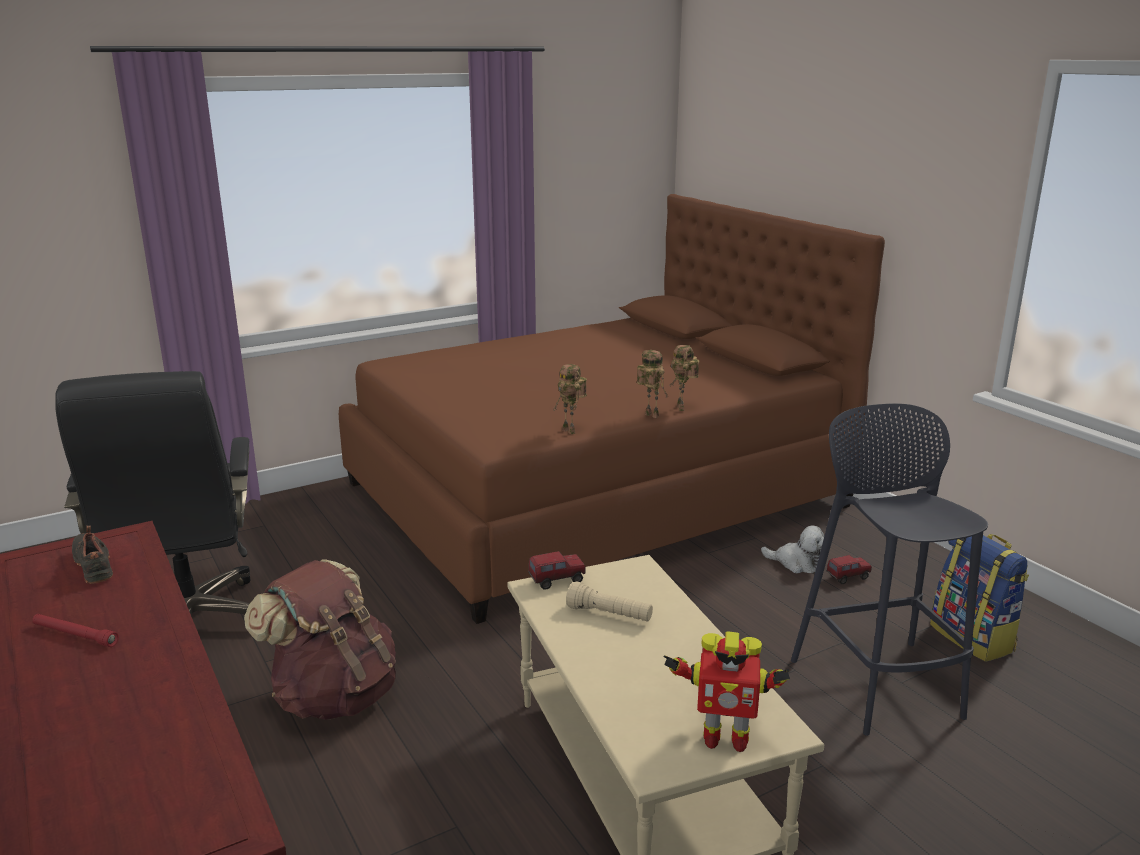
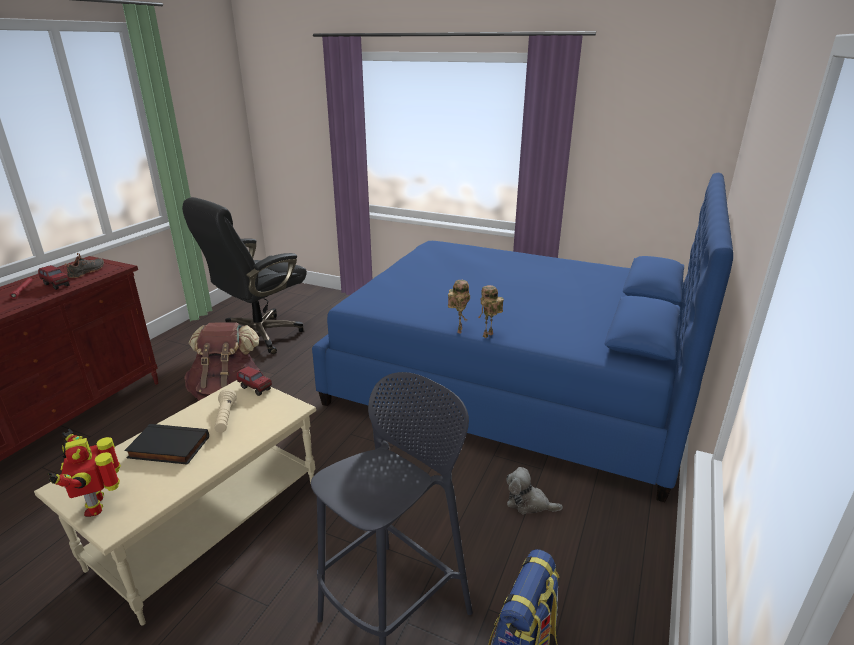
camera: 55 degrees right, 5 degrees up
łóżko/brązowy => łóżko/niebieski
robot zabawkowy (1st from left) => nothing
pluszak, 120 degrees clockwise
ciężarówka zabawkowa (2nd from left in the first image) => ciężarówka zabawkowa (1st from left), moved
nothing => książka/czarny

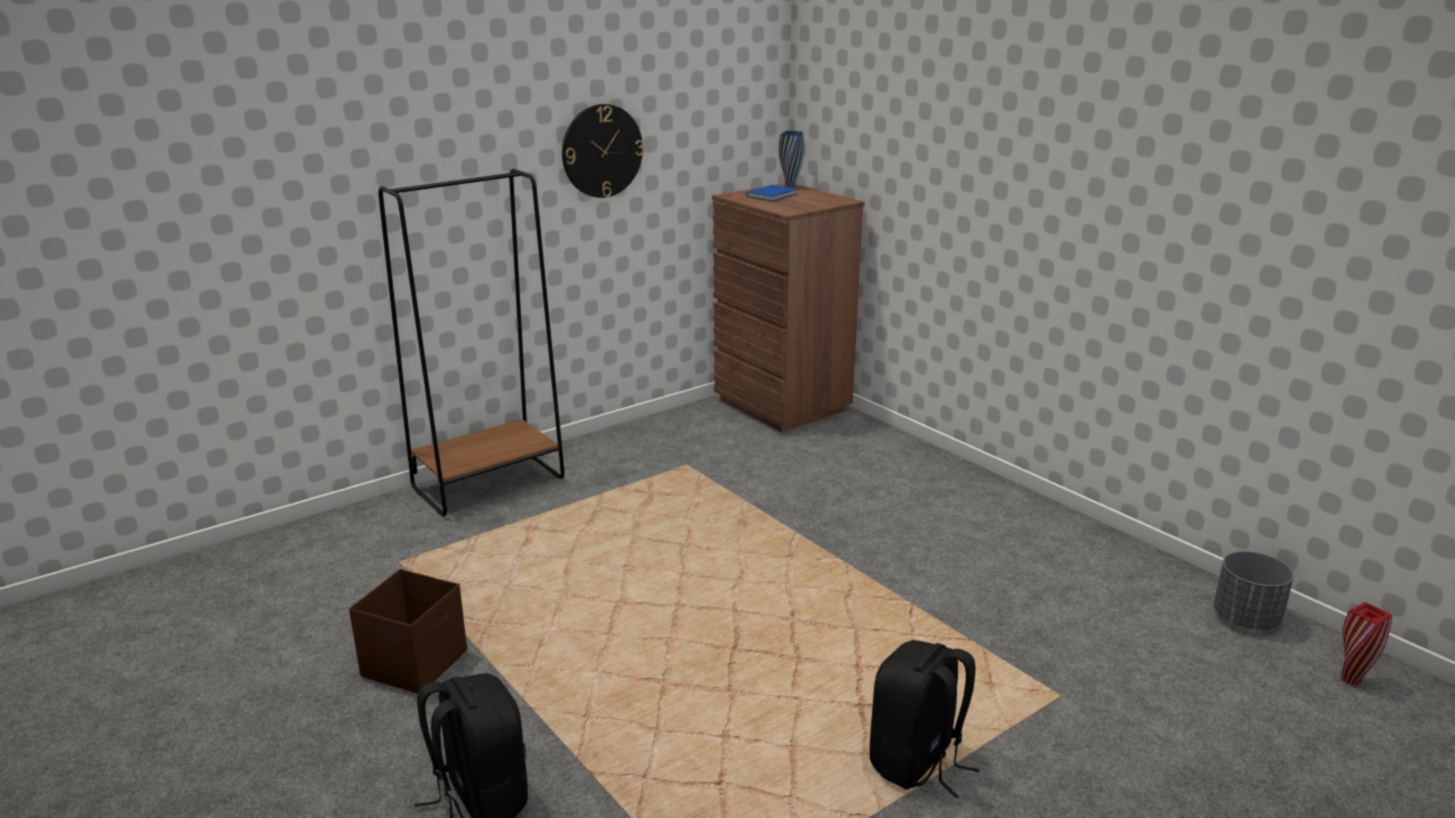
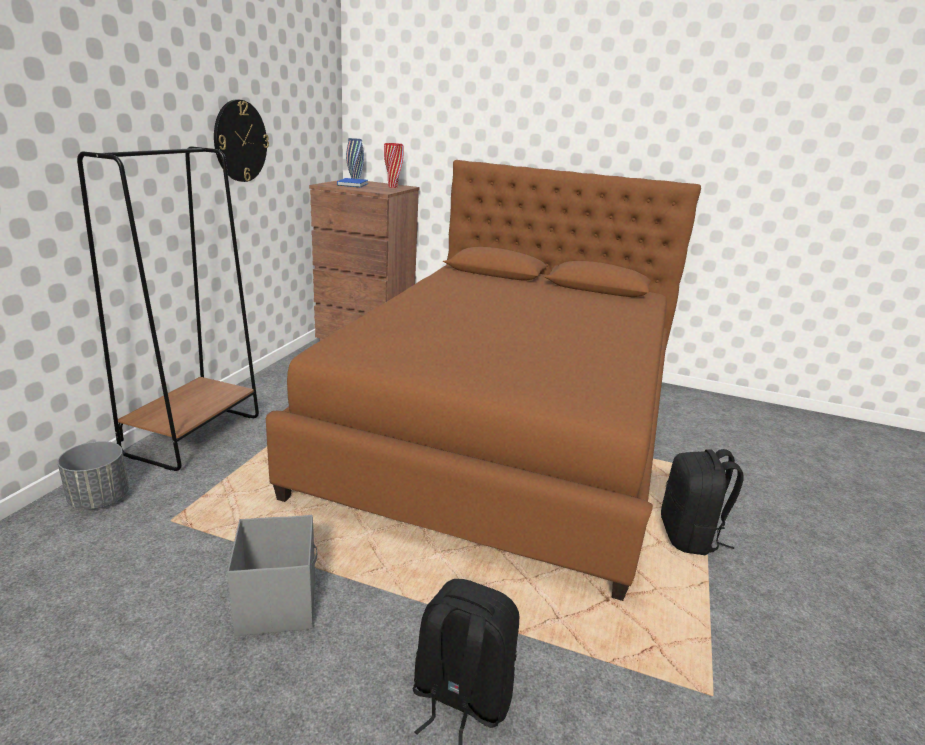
camera: 35 degrees left, 0 degrees up
pojemnik do przechowywania/brązowy => pojemnik do przechowywania/szary
donica/szary, moved
wazon/czerwony, moved
nothing => łóżko/brązowy

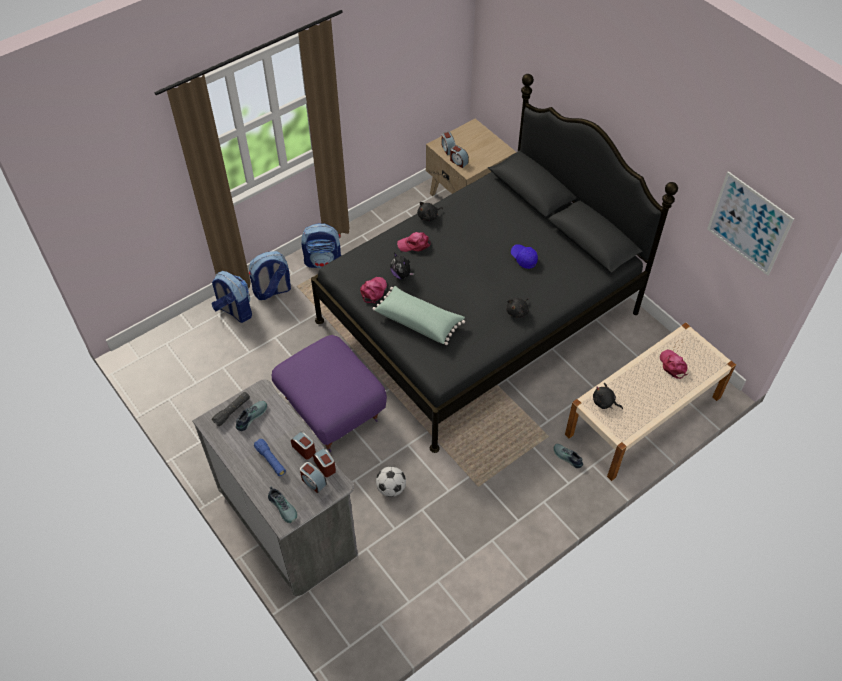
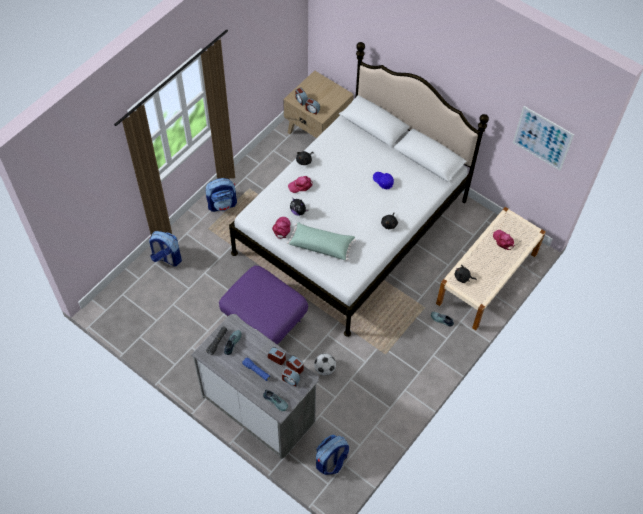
camera: 15 degrees left, 5 degrees up
plecak (2nd from left in the first image) => plecak (3rd from left), moved
łóżko/czarny => łóżko/biały

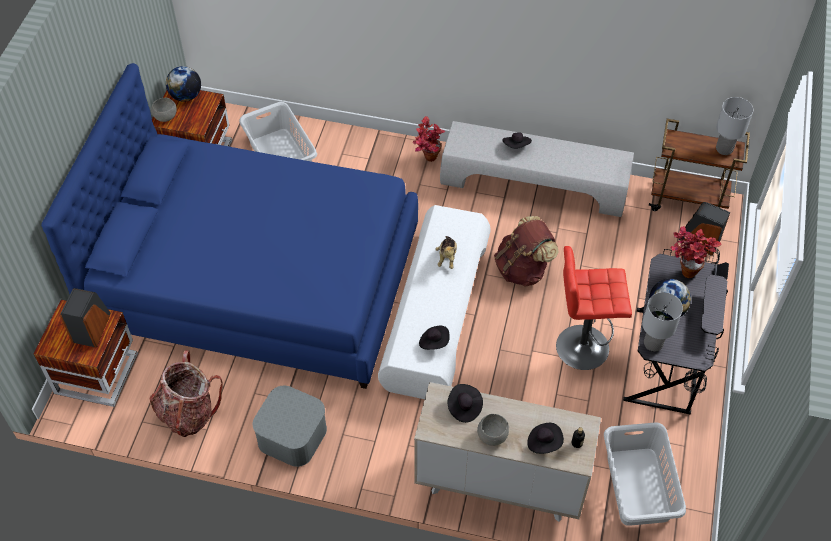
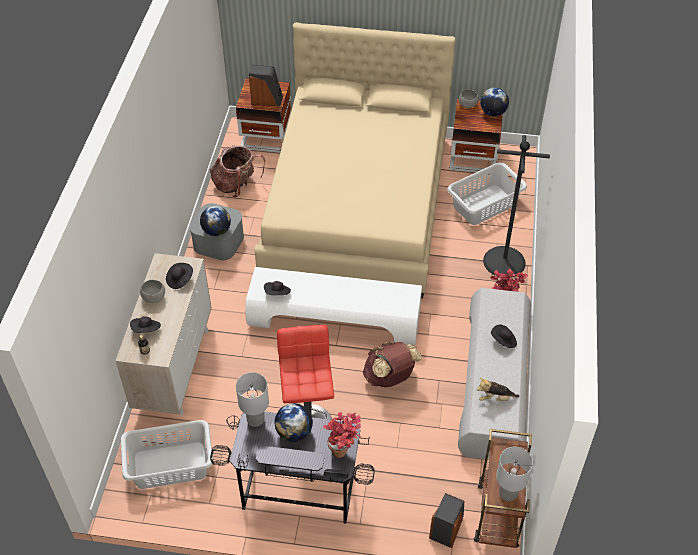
camera: 85 degrees right, 5 degrees down
łóżko/niebieski => łóżko/beżowy
pluszak, moved
nothing => globus (1st from left)
nothing => wieszak/czarny

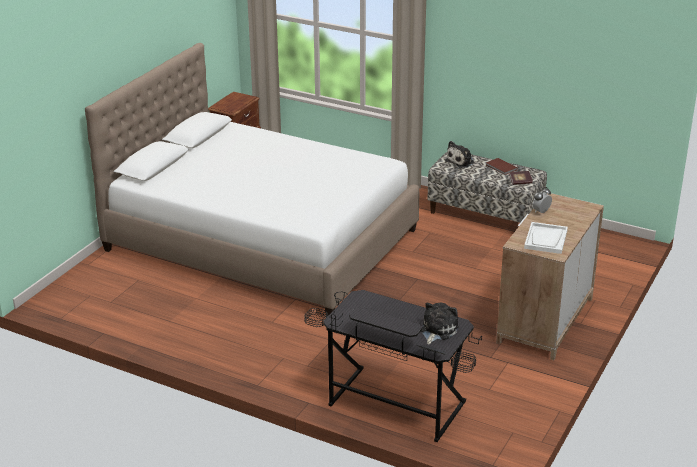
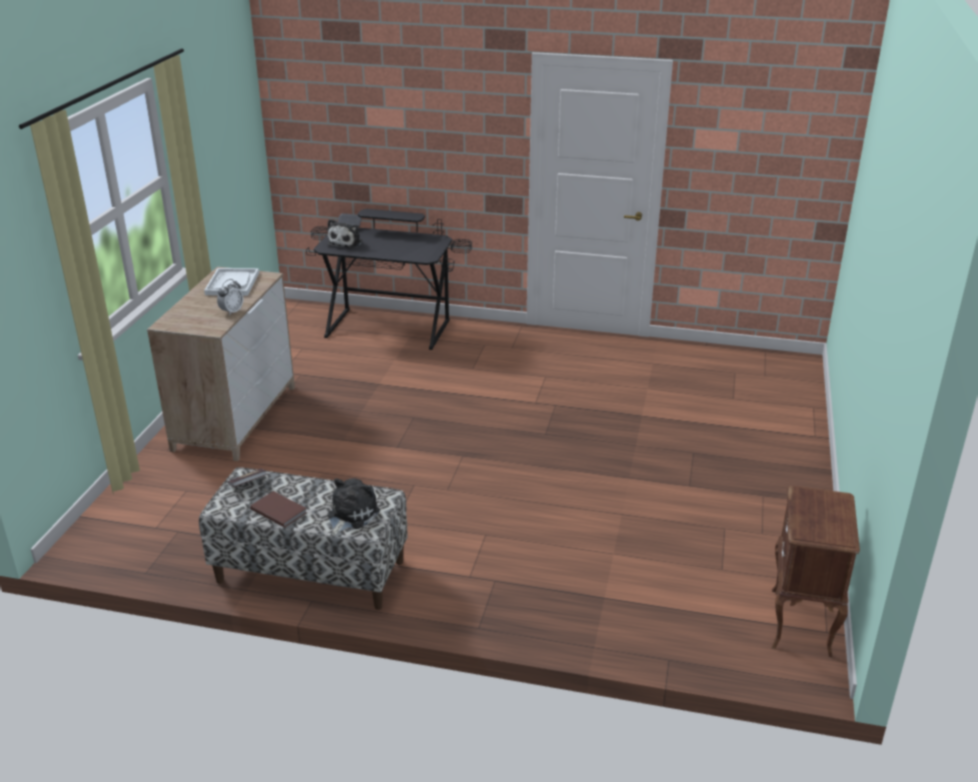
camera: 165 degrees right, 0 degrees up
łóżko/biały => nothing

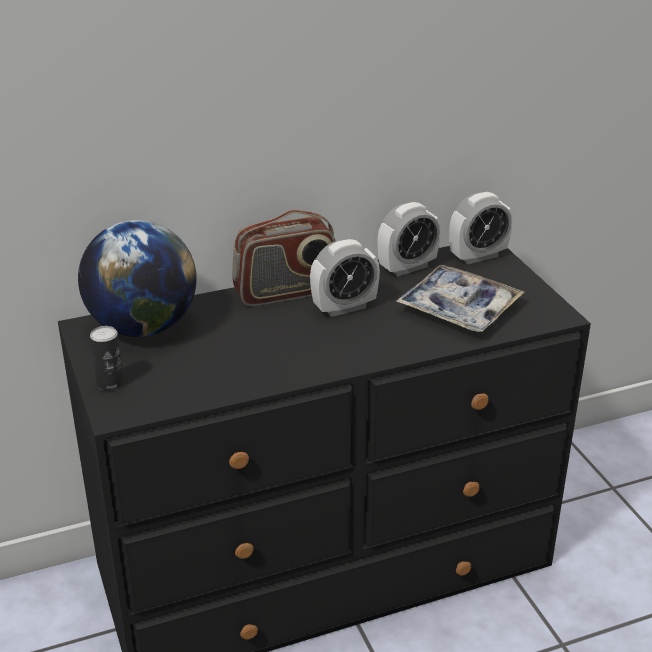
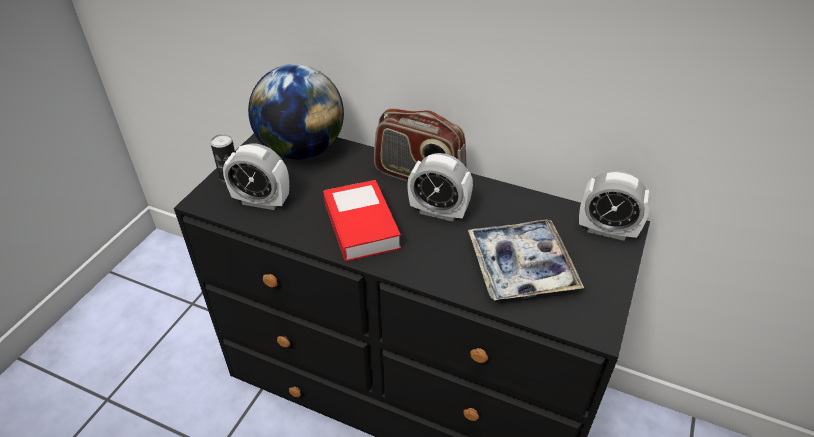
camera: 45 degrees right, 10 degrees up
budzik (2nd from left in the first image) => budzik (1st from left), moved
nothing => książka

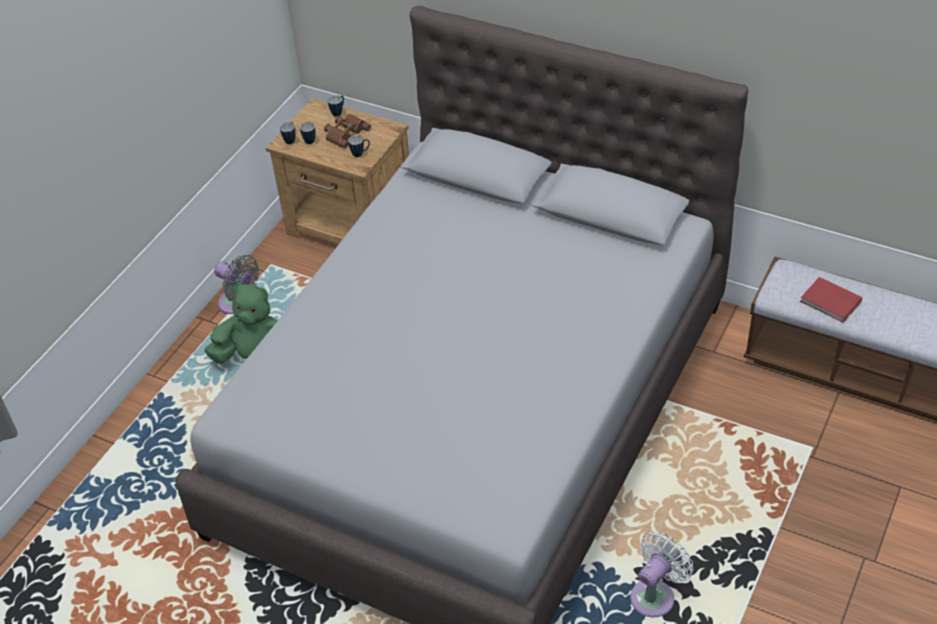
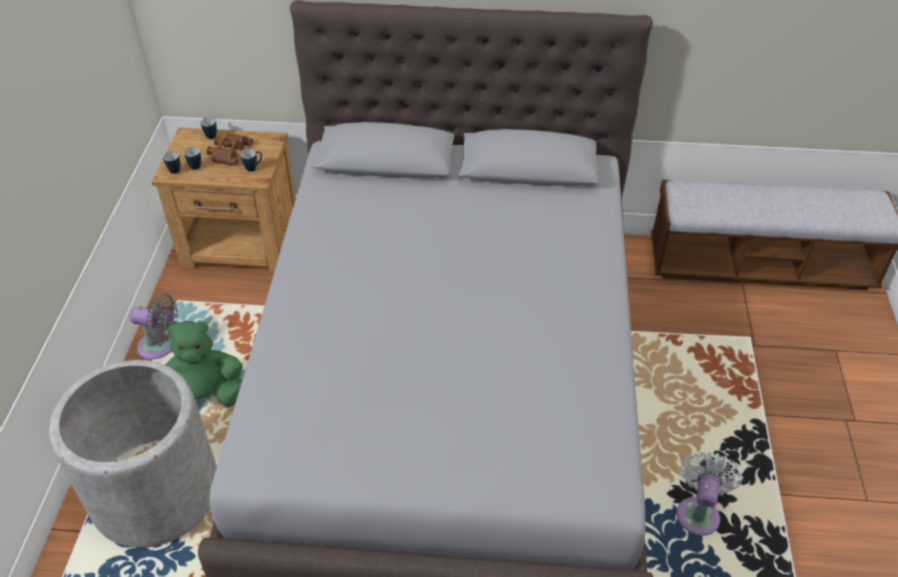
camera: 25 degrees left, 0 degrees up
książka/czerwony => nothing
nothing => donica/szary

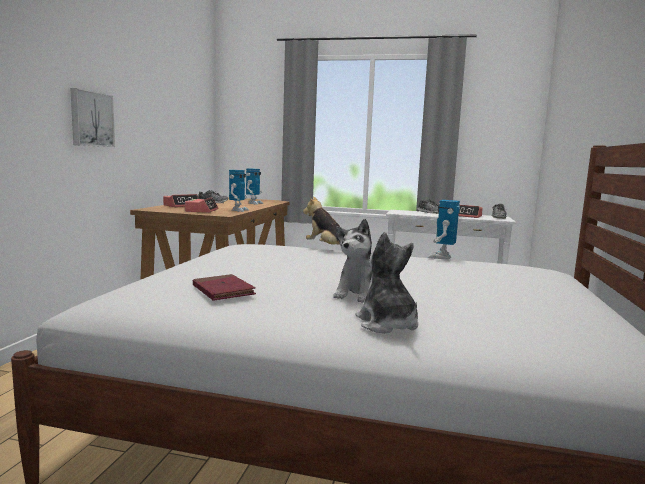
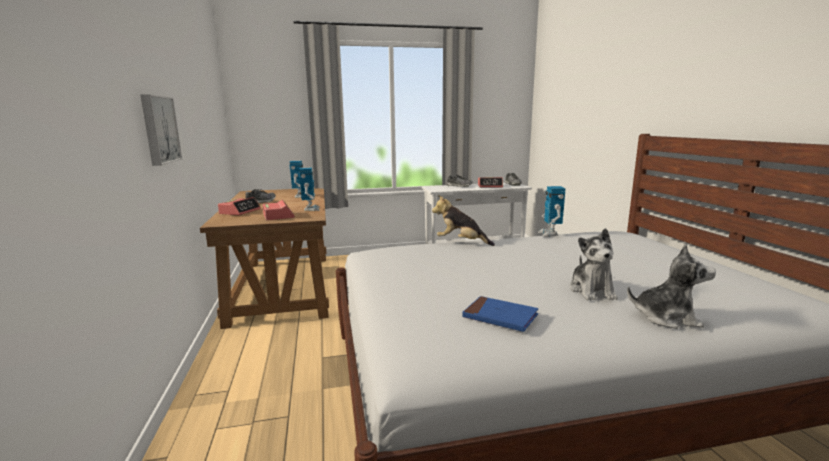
camera: 25 degrees left, 5 degrees up
książka/czerwony => książka/niebieski
pluszak (3rd from left), 150 degrees clockwise

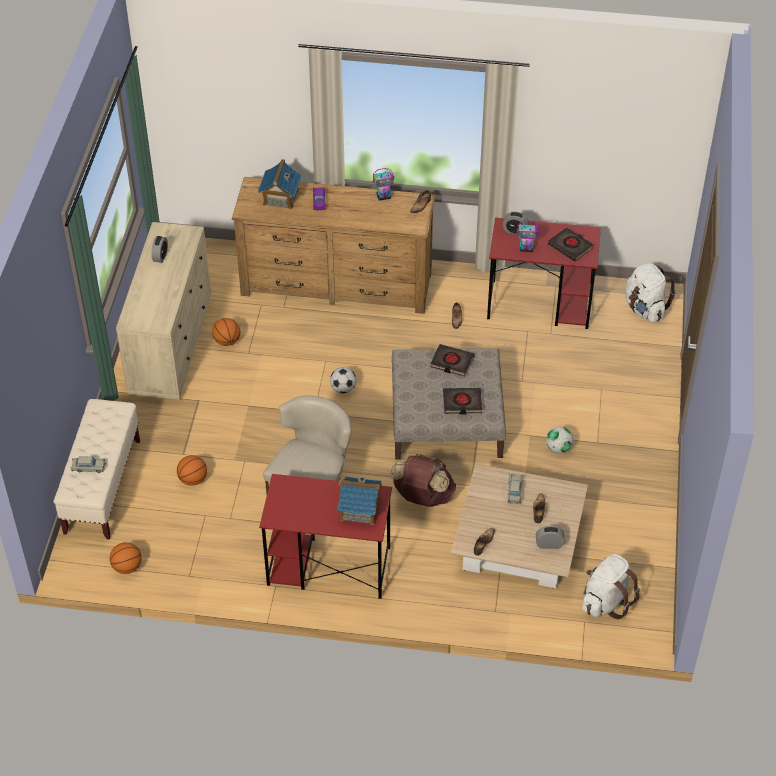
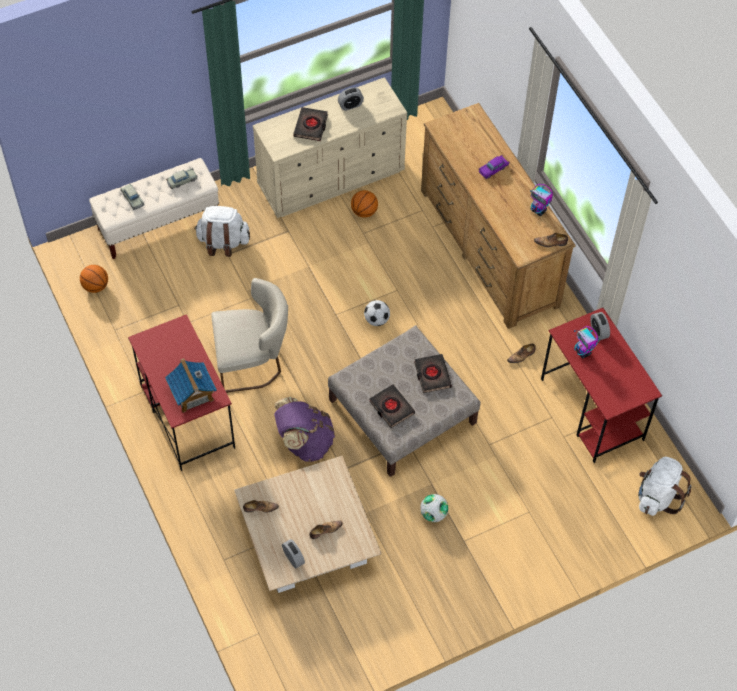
camera: 55 degrees right, 10 degrees up
piłka do koszykówki (2nd from left) => nothing
domek (1st from left) => nothing
plecak/brązowy => plecak/fioletowy
samochodzik/beżowy (2nd from left), moved
książka/czarny (3rd from left in the first image) => książka/czarny (1st from left), moved
plecak/biały (1st from left), moved

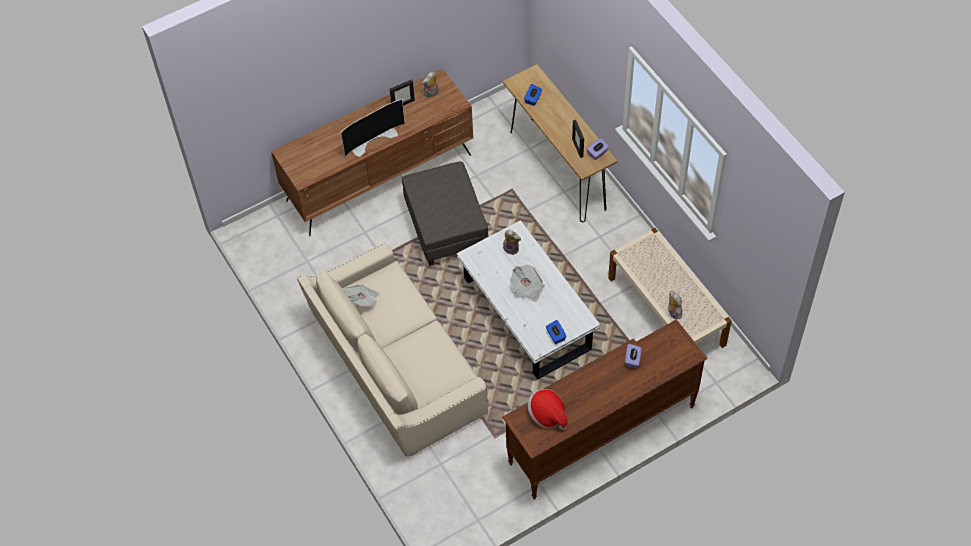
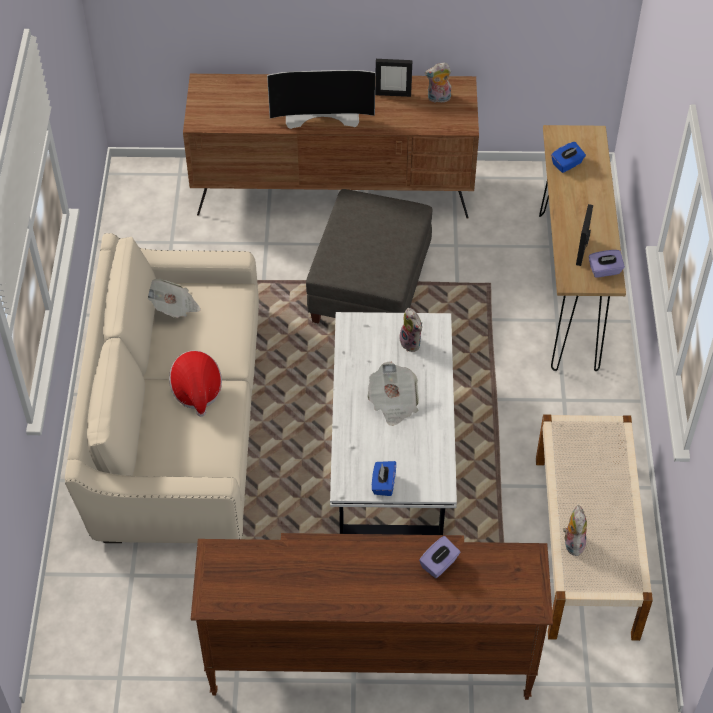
camera: 30 degrees right, 5 degrees down
kapelusz, moved

